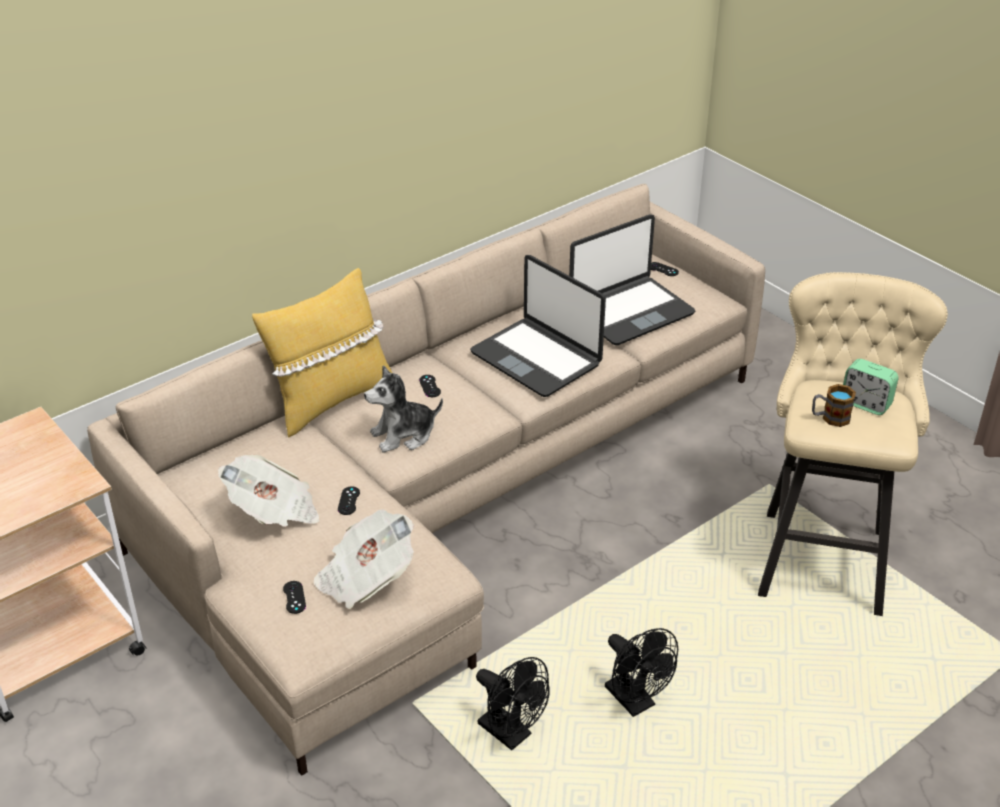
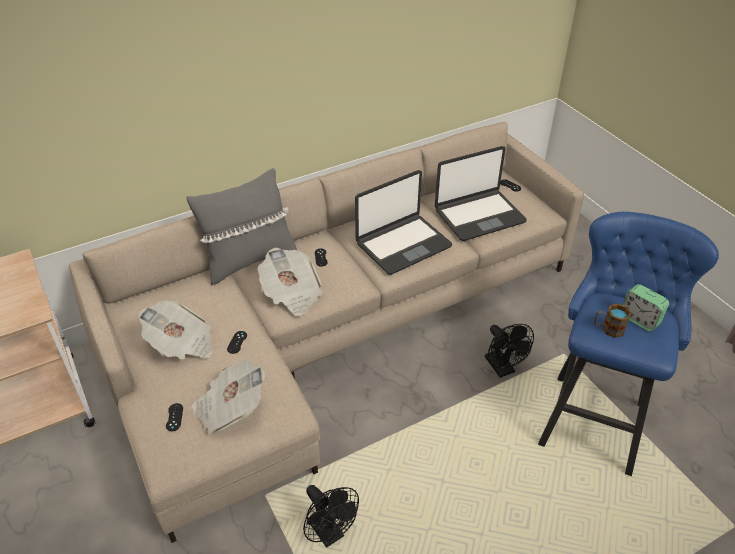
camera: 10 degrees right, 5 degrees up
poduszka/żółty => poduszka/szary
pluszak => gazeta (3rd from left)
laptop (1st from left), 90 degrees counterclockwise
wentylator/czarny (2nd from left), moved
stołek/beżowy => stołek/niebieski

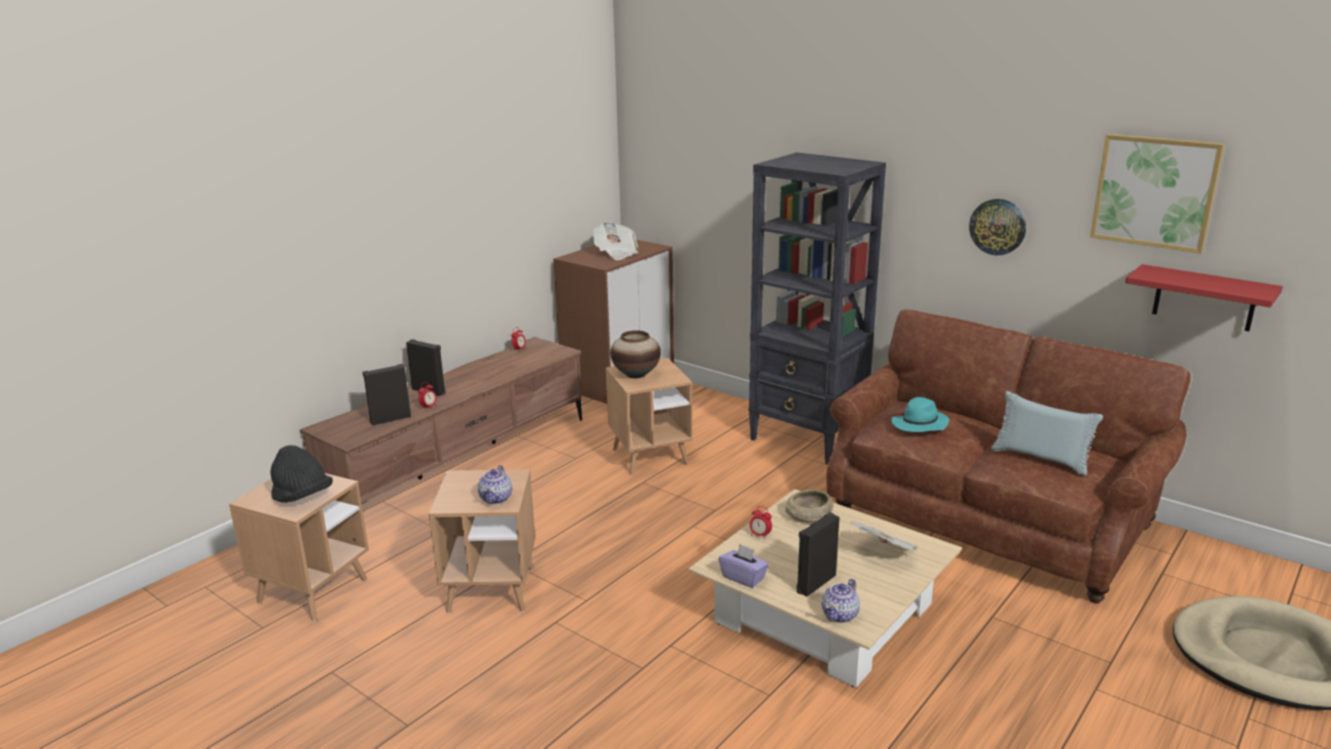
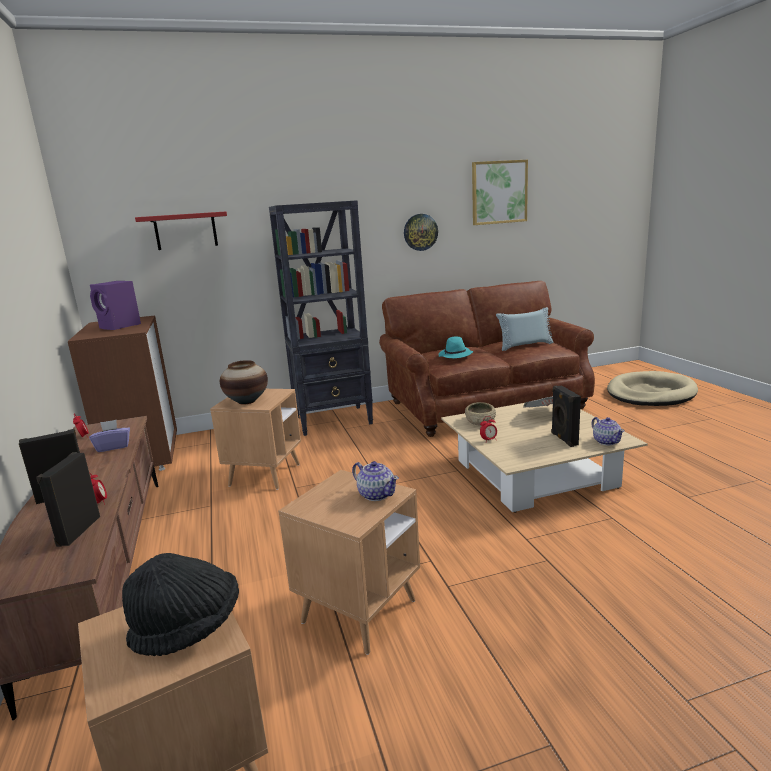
camera: 55 degrees left, 5 degrees down
gazeta (1st from left) => głośnik/fioletowy
pudełko chusteczek/fioletowy, moved
półka/czerwony, moved

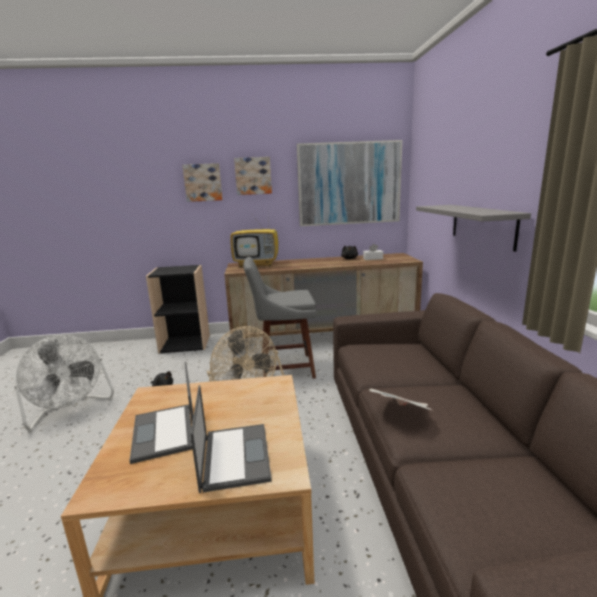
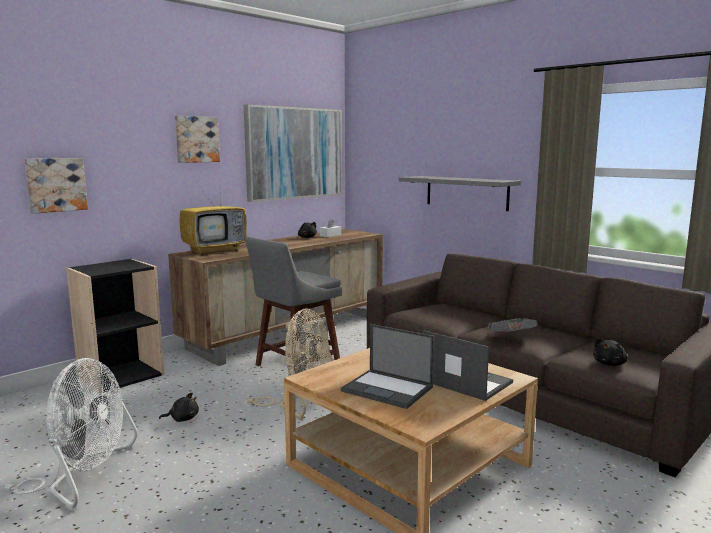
camera: 40 degrees left, 5 degrees down
obraz (1st from left), moved
nothing => pluszak/czarny (3rd from left)

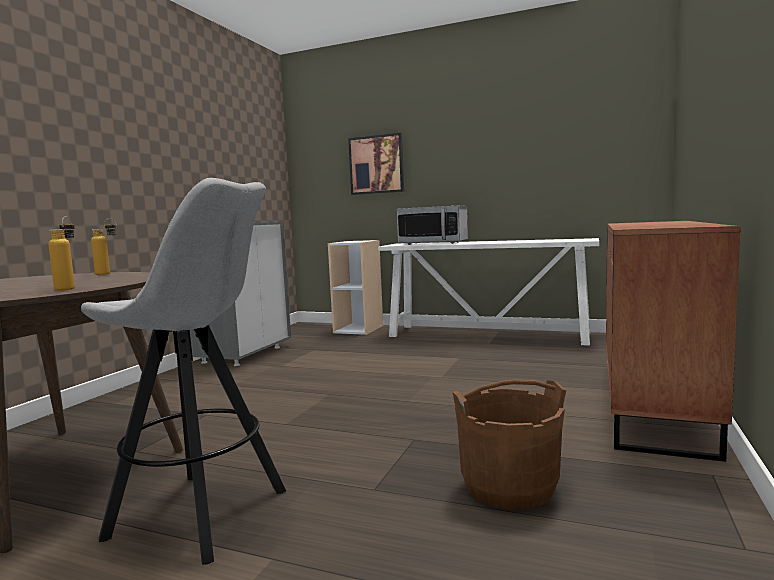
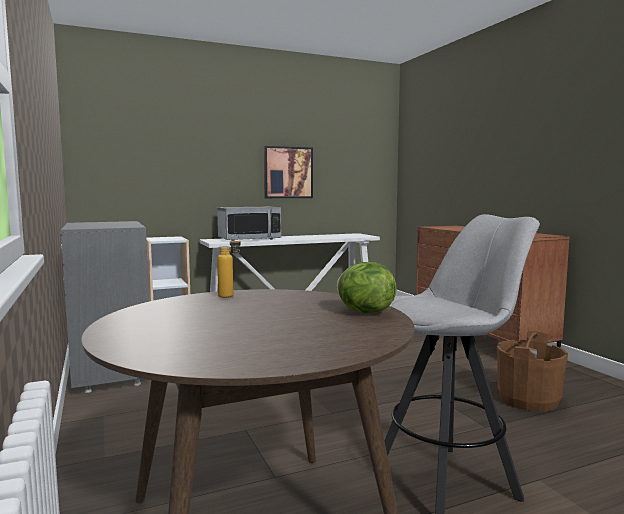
camera: 45 degrees left, 0 degrees up
butelka (1st from left) => sałata
obraz, moved

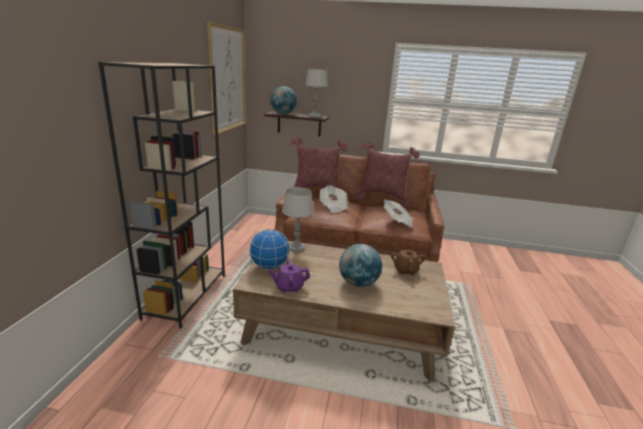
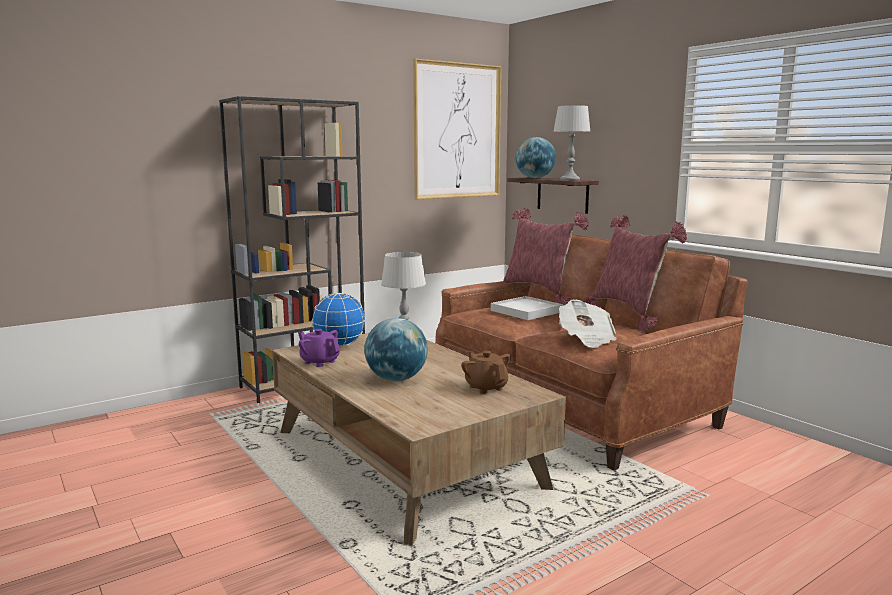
camera: 45 degrees right, 10 degrees down
gazeta (1st from left) => taca/biały
imbryk/brązowy, 75 degrees counterclockwise

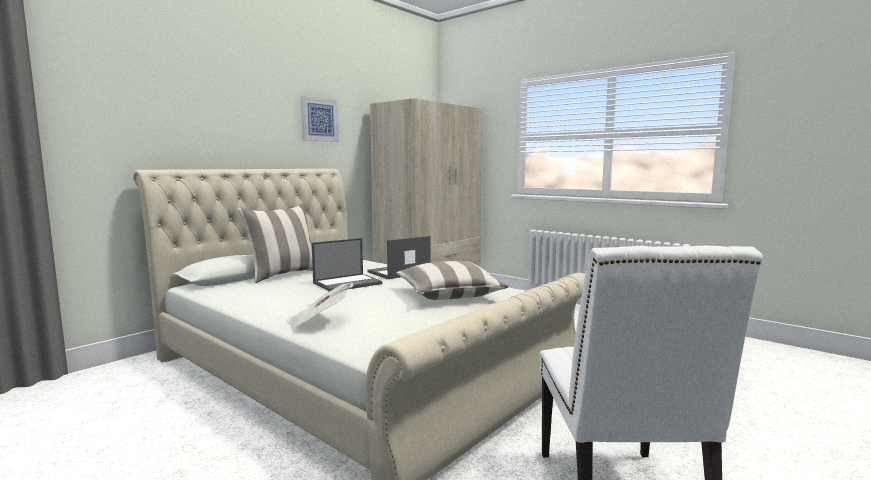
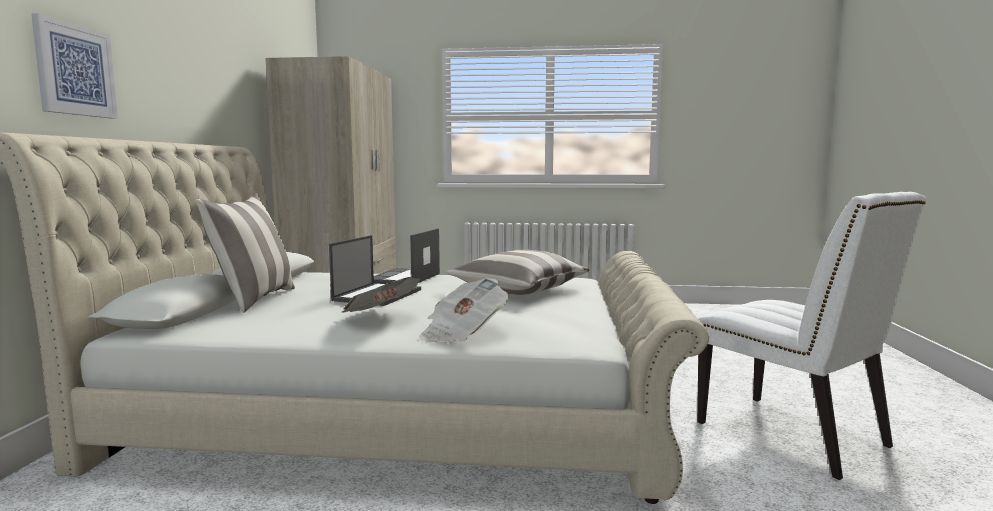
camera: 35 degrees left, 0 degrees up
obraz, moved
nothing => gazeta (1st from left)

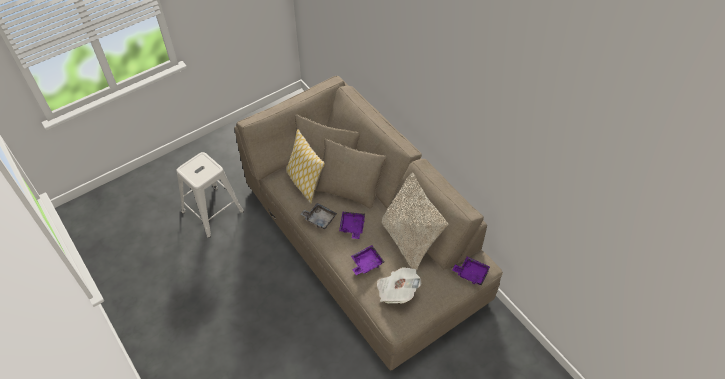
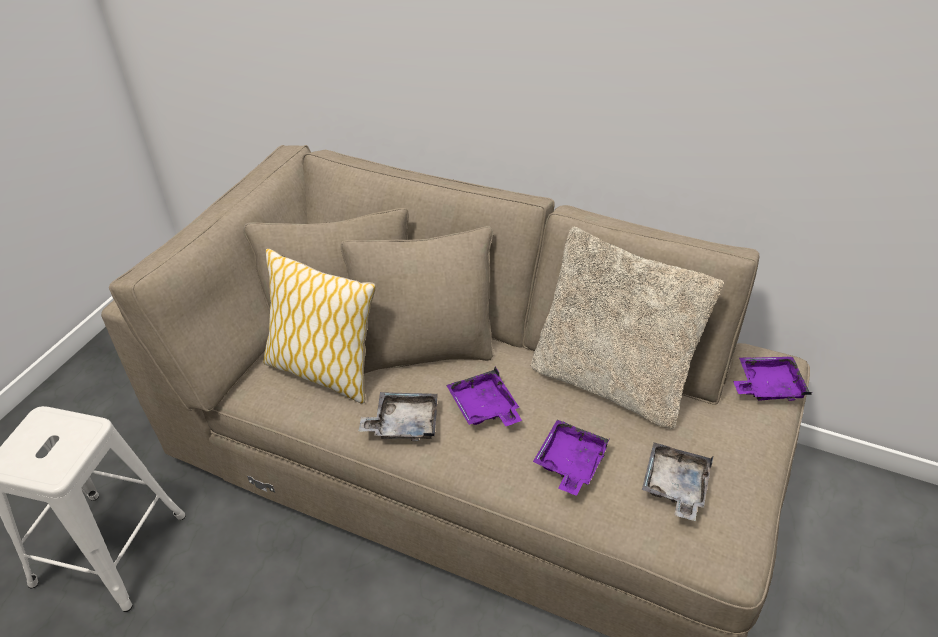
camera: 30 degrees left, 10 degrees down
gazeta => taca/szary (2nd from left)

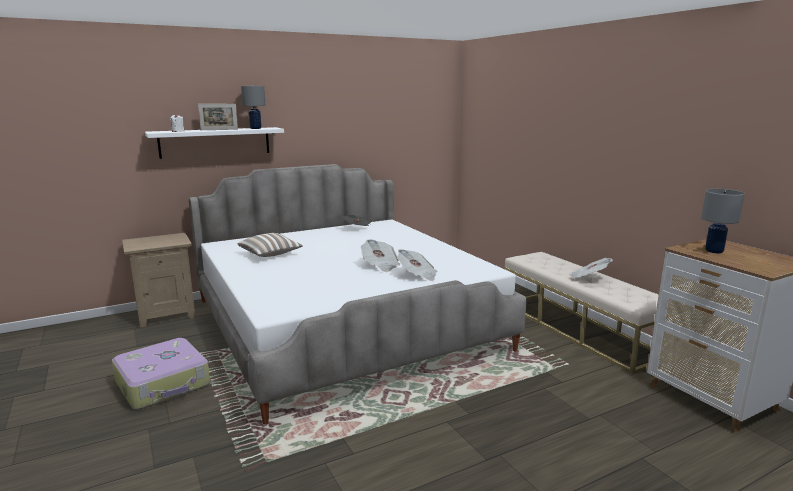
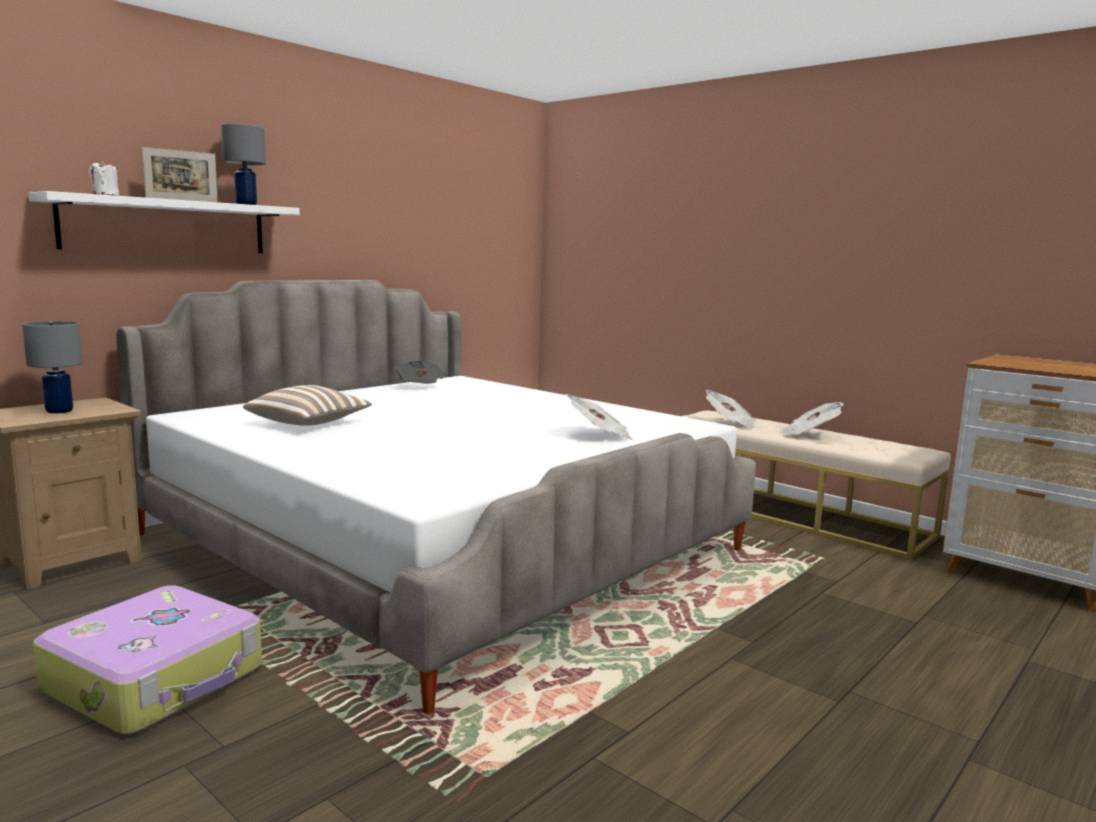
camera: 20 degrees left, 5 degrees down
gazeta (2nd from left in the first image) => gazeta (3rd from left), moved
lampa stołowa/szary (2nd from left in the first image) => lampa stołowa/szary (1st from left), moved

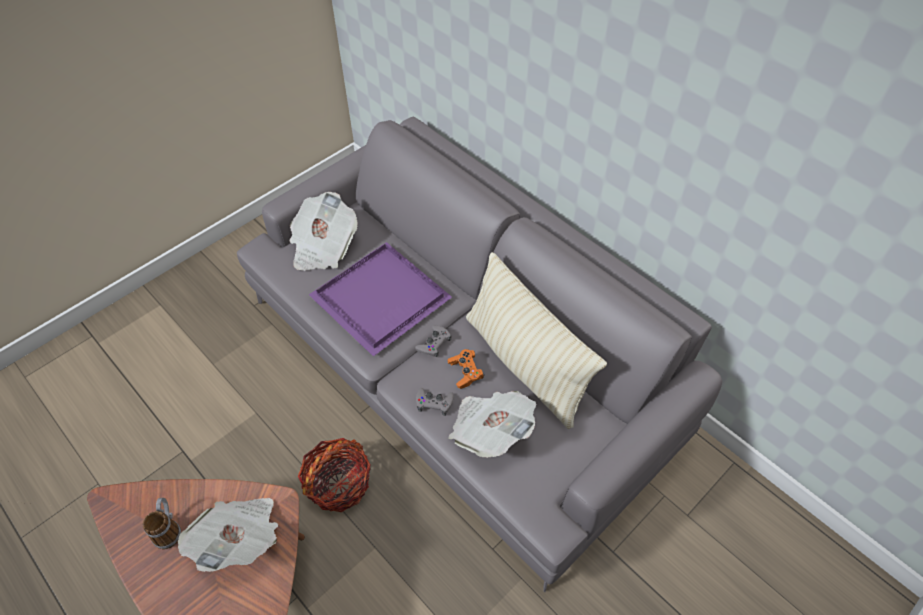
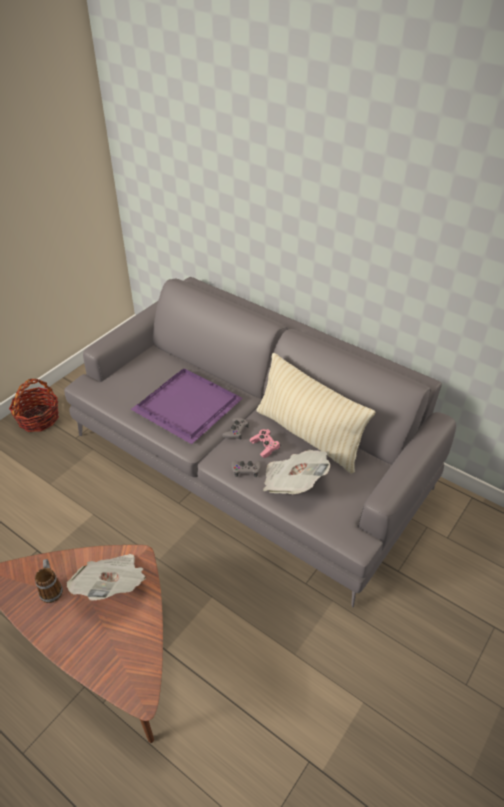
camera: 10 degrees left, 10 degrees down
gazeta (2nd from left) => nothing
koszyk, moved
pad do gier/pomarańczowy => pad do gier/różowy

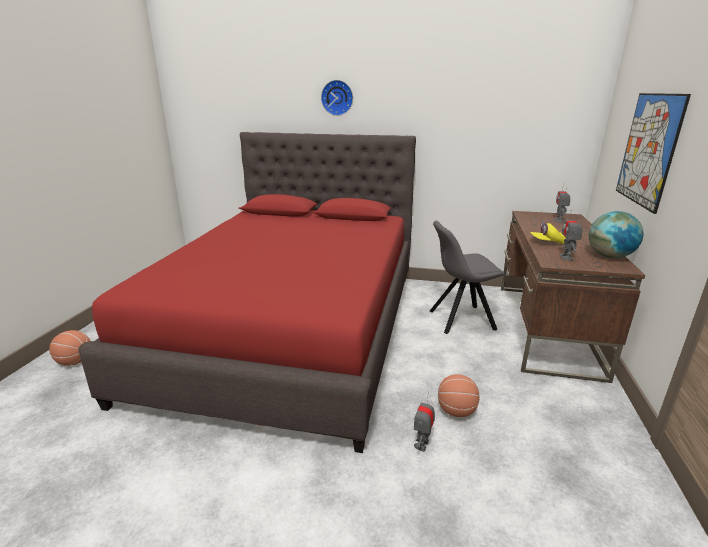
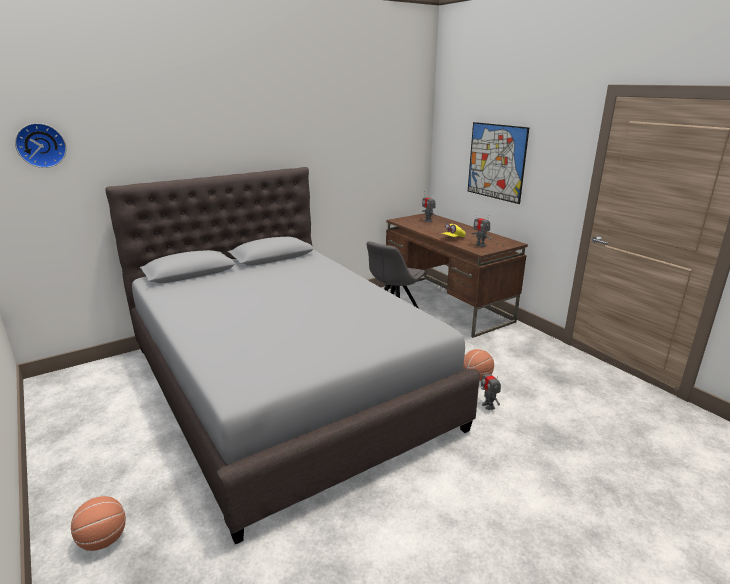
camera: 45 degrees left, 0 degrees up
łóżko/czerwony => łóżko/szary
zegar ścienny, moved
globus => nothing

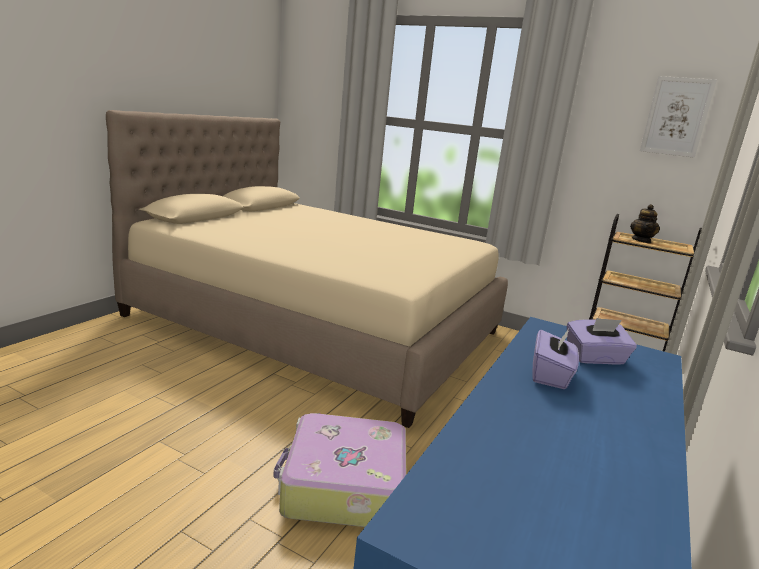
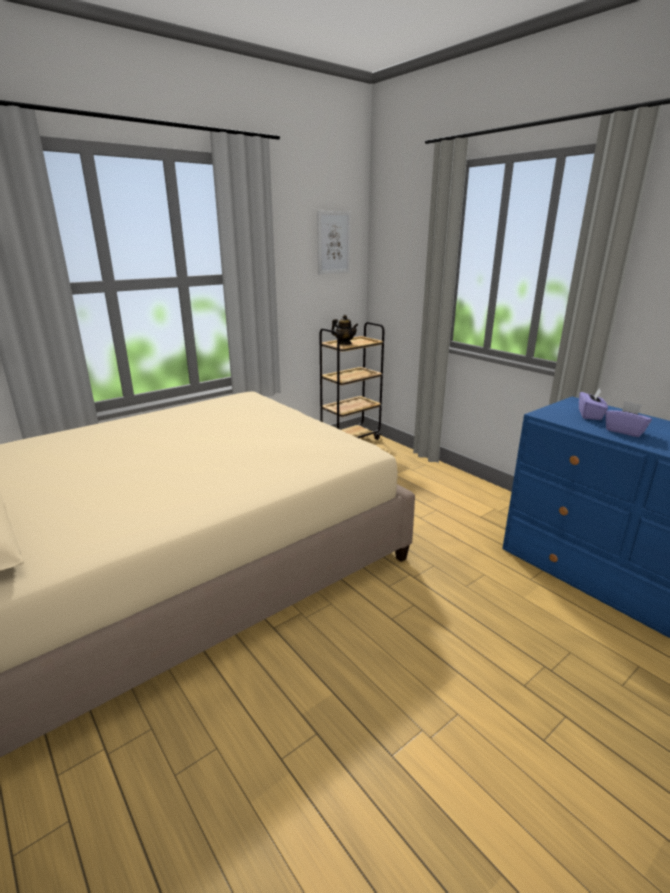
camera: 65 degrees left, 5 degrees up
walizka => nothing

